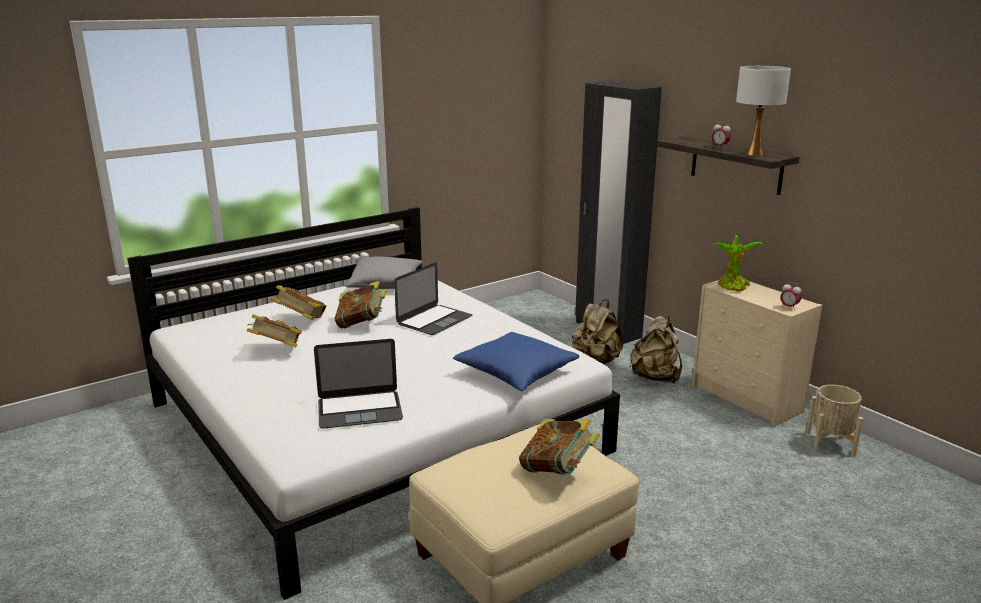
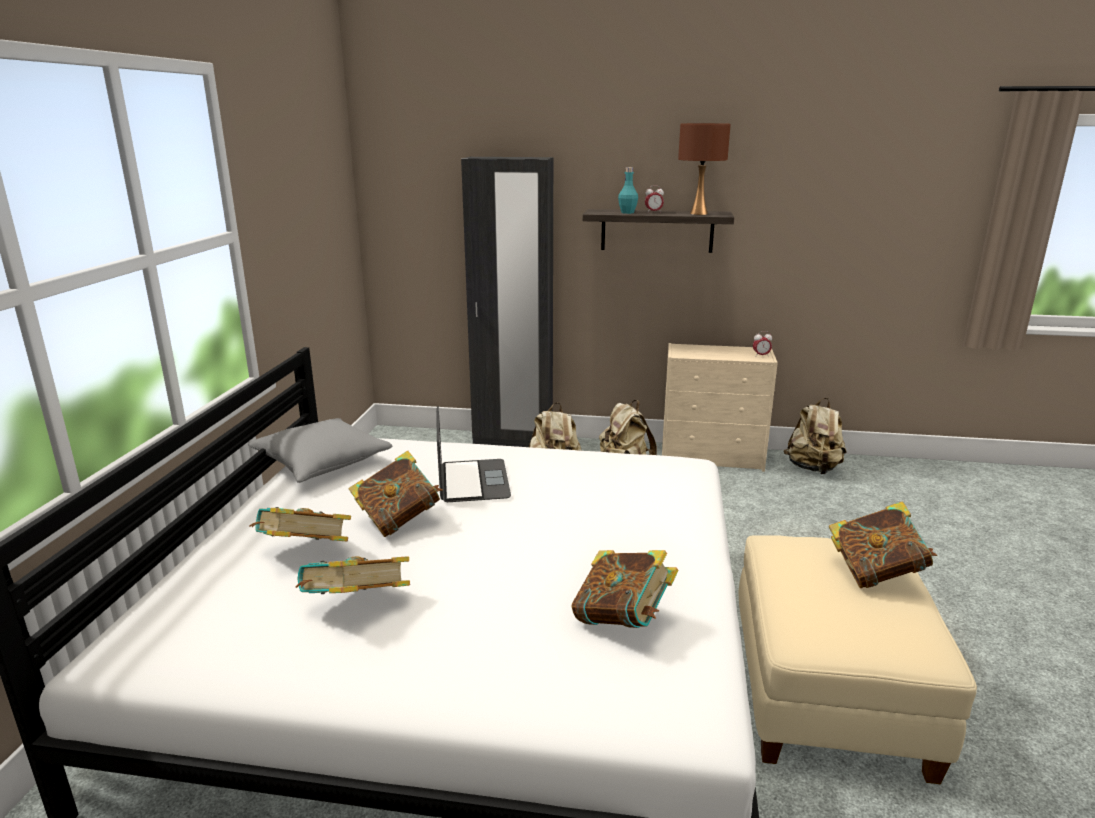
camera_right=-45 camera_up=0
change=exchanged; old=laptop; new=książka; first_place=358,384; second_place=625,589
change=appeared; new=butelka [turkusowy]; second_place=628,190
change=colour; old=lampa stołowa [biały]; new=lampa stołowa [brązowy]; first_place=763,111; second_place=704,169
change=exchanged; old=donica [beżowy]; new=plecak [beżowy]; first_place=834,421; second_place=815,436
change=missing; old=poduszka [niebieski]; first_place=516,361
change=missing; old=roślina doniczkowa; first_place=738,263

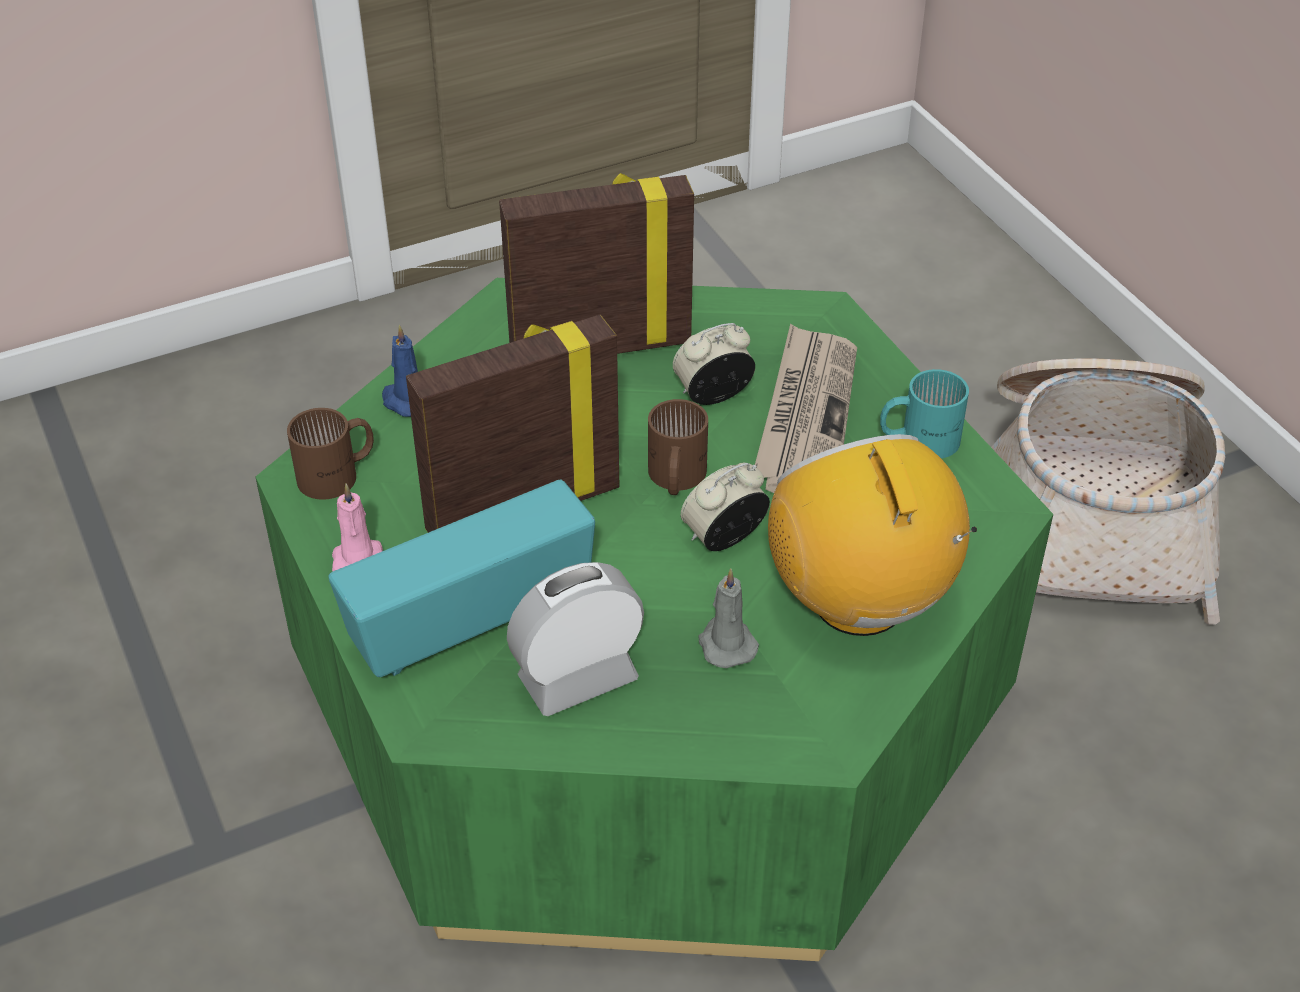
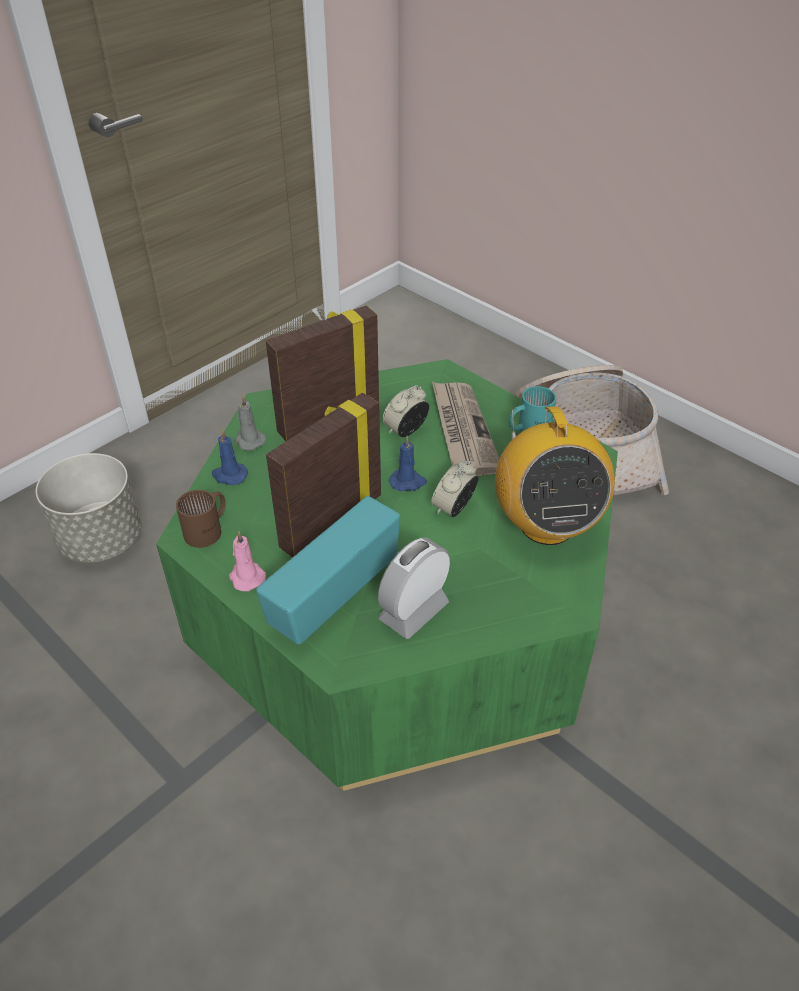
camera_right=-20 camera_up=0
change=appeared; new=donica [szary]; second_place=89,508
change=relocated; old=świeca [szary]; first_place=729,618; second_place=250,422
change=exchanged; old=kubek [brązowy]; new=świeca [niebieski]; first_place=678,447; second_place=408,463
change=spun; old=radio; first_place=872,535; second_place=555,475; degrees=-150

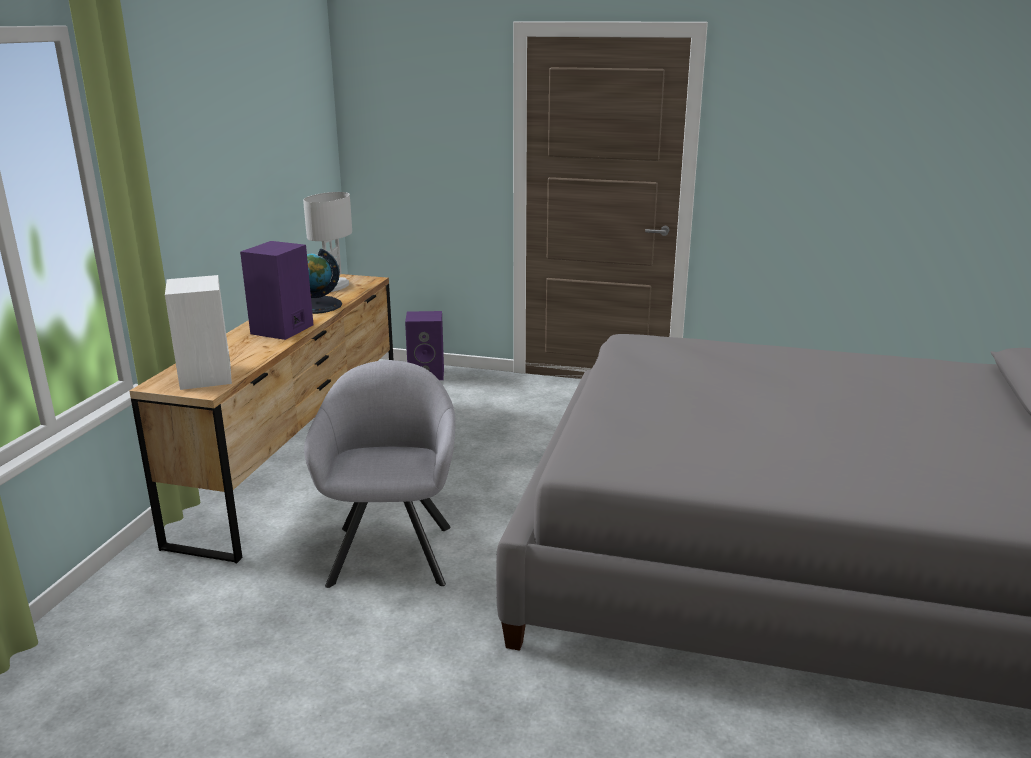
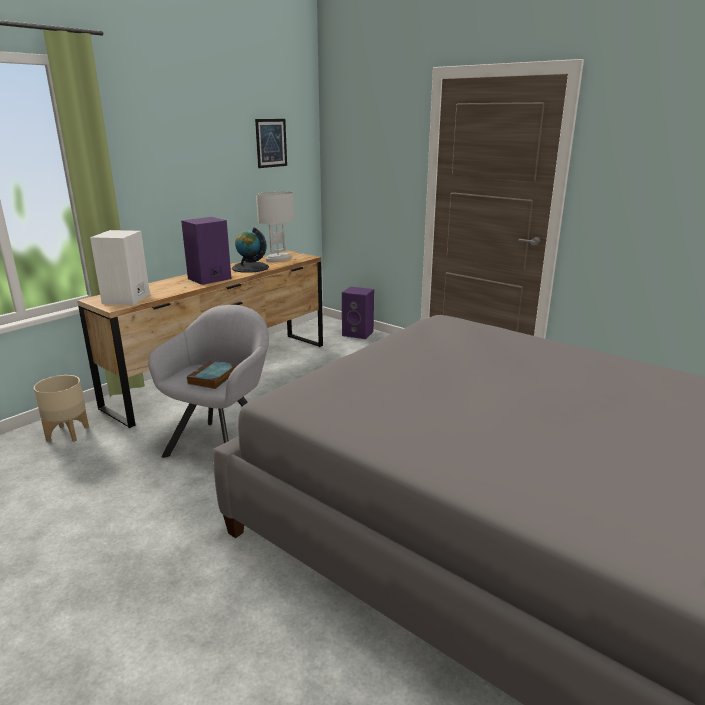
camera_right=25 camera_up=0
change=appeared; new=donica [beżowy]; second_place=61,408
change=appeared; new=książka; second_place=212,374
change=appeared; new=obraz; second_place=271,143

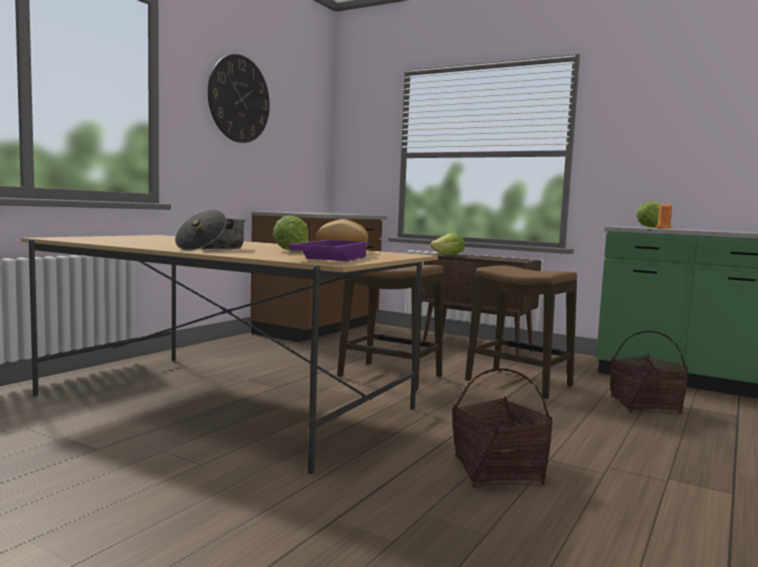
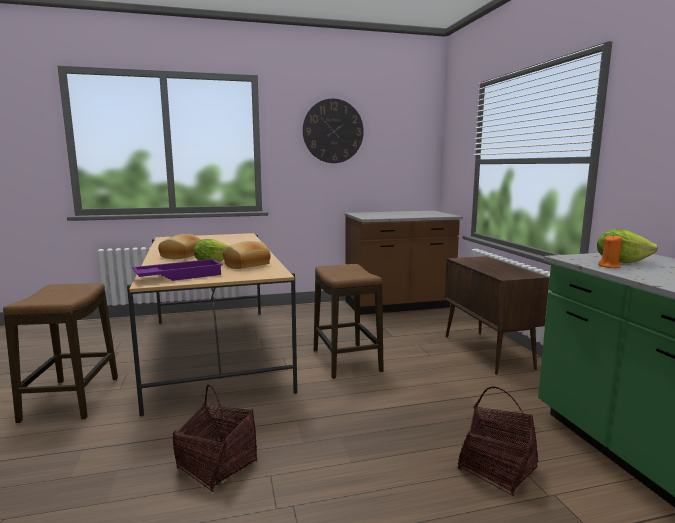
camera_right=45 camera_up=5
change=relocated; old=stołek; first_place=521,332; second_place=60,353
change=exchanged; old=garnek; new=chleb; first_place=210,230; second_place=179,246
change=missing; old=sałata; first_place=447,244

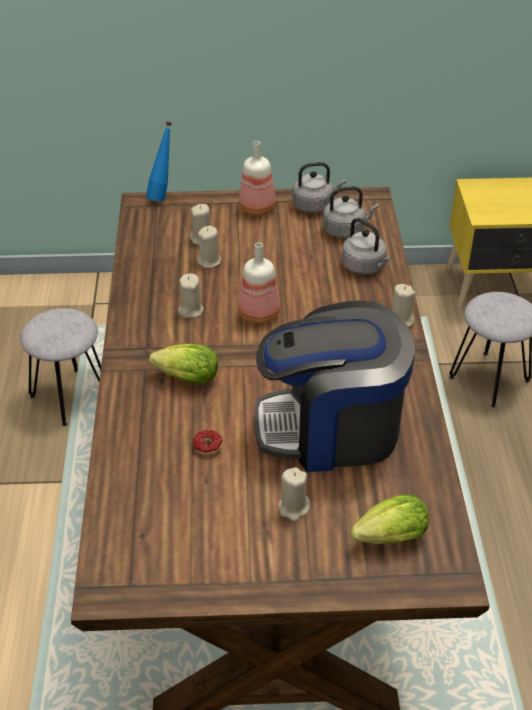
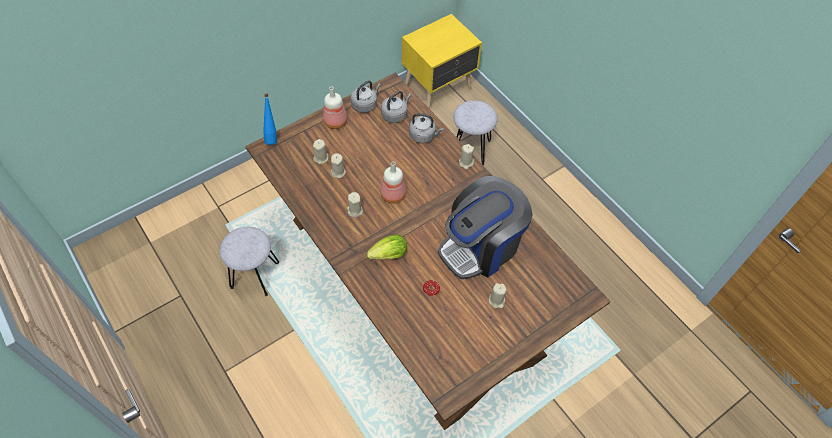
camera_right=-35 camera_up=15
change=missing; old=sałata; first_place=390,519

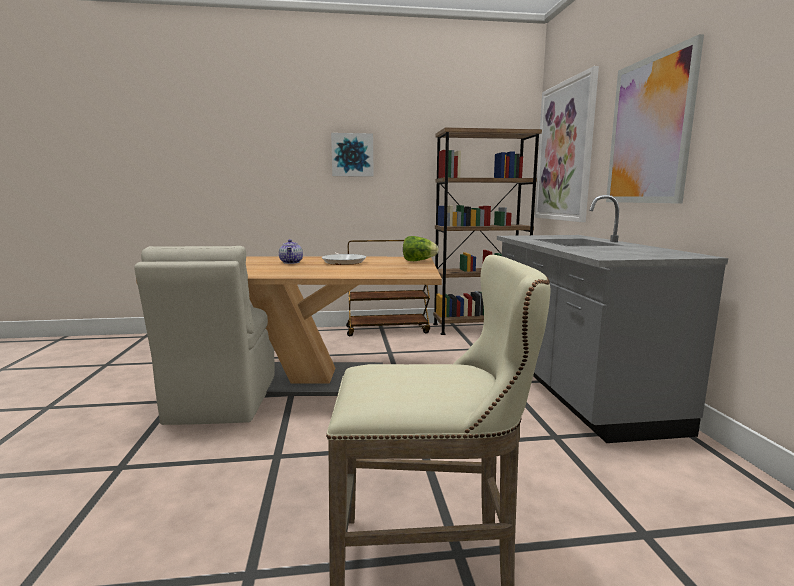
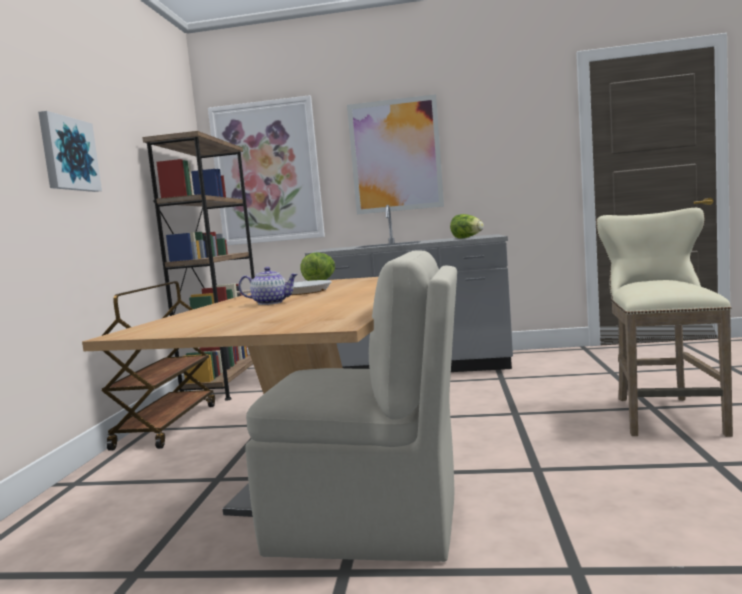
camera_right=-75 camera_up=-5
change=appeared; new=sałata; second_place=467,226

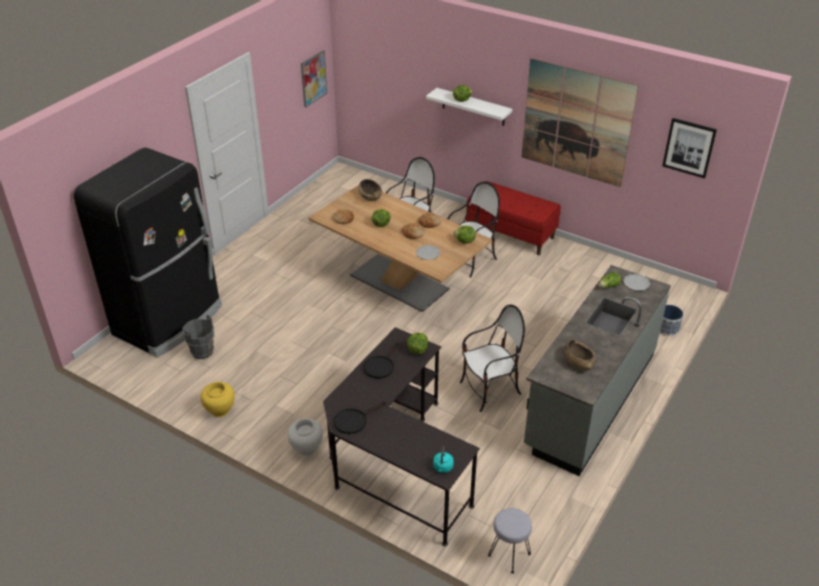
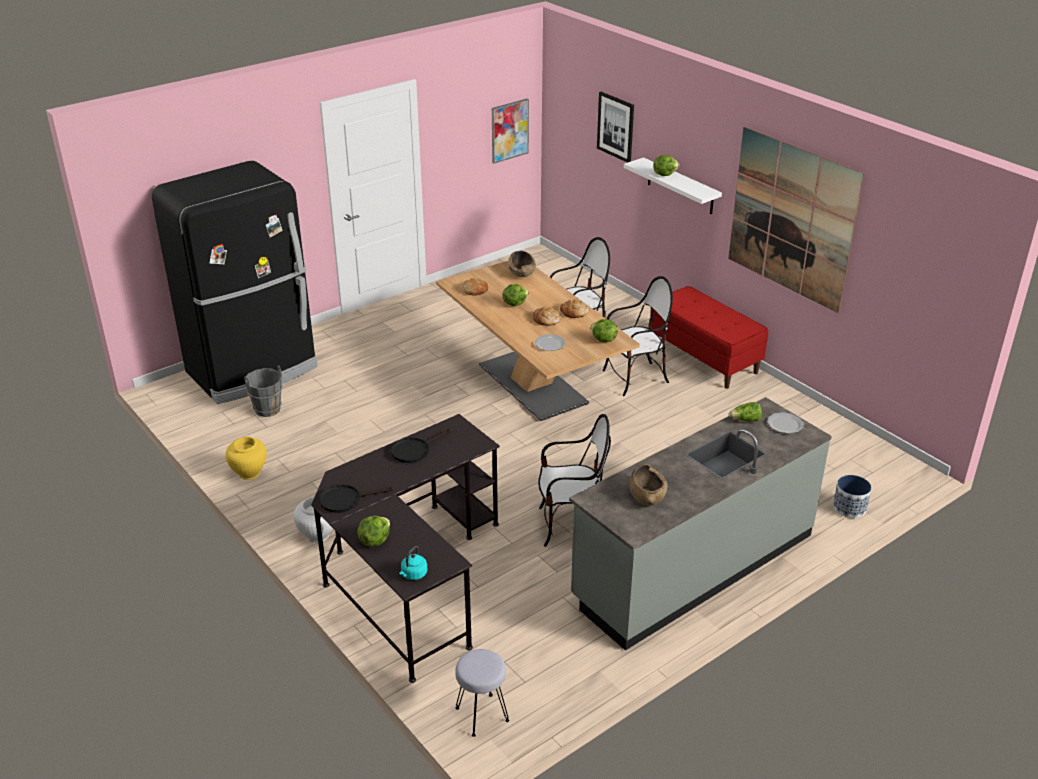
camera_right=20 camera_up=-5
change=relocated; old=sałata; first_place=417,343; second_place=373,531
change=relocated; old=obraz; first_place=689,148; second_place=615,127

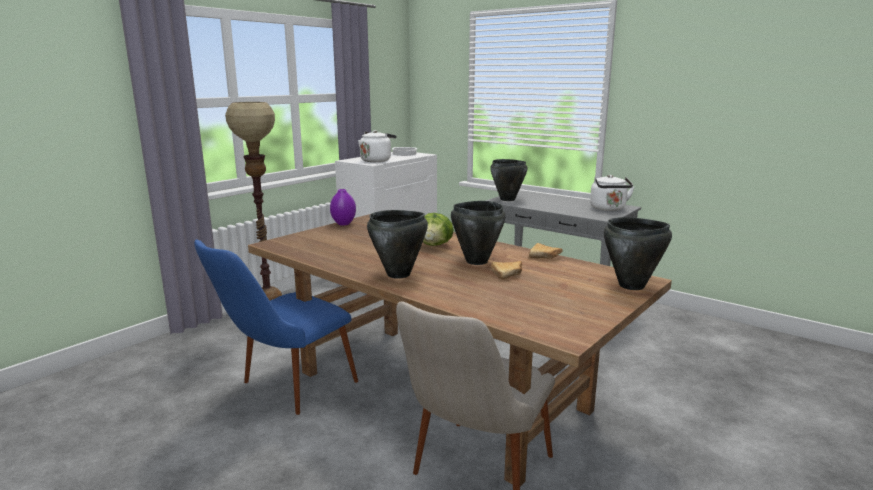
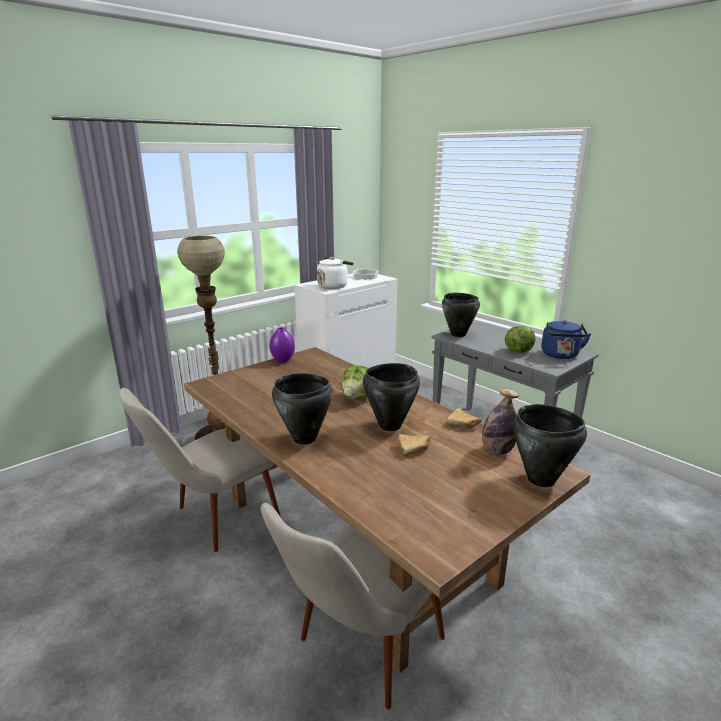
camera_right=10 camera_up=5
change=colour; old=krzesło [niebieski]; new=krzesło [beżowy]; first_place=276,327; second_place=200,470
change=appeared; new=butelka; second_place=500,422
change=appeared; new=sałata; second_place=520,339
change=colour; old=czajnik [biały]; new=czajnik [niebieski]; first_place=612,193; second_place=566,339

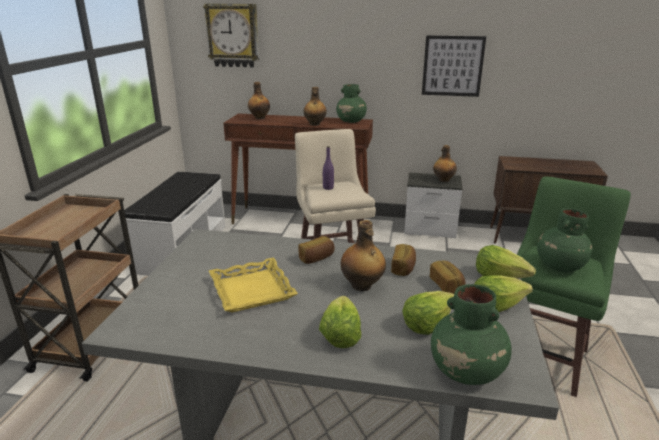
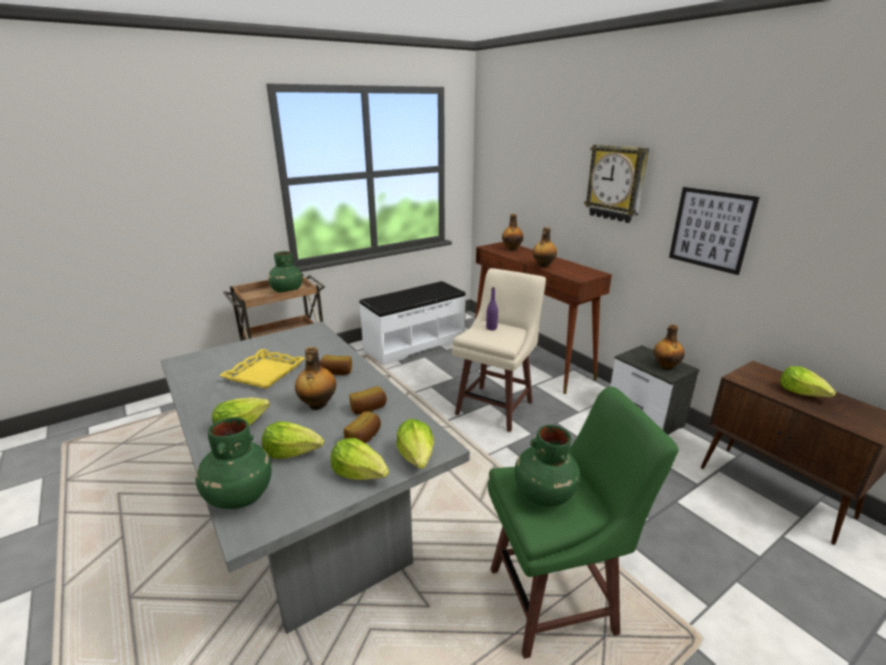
camera_right=45 camera_up=0
change=relocated; old=wazon [zielony]; first_place=351,103; second_place=285,272
change=relocated; old=zegar ścienny; first_place=231,35; second_place=616,183
change=appeared; new=sałata; second_place=808,381

